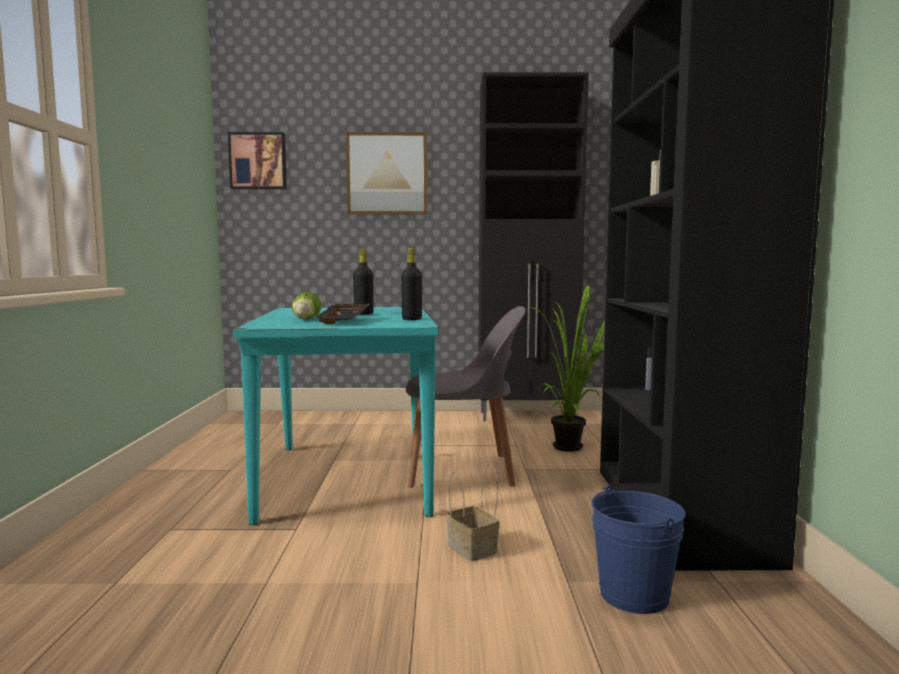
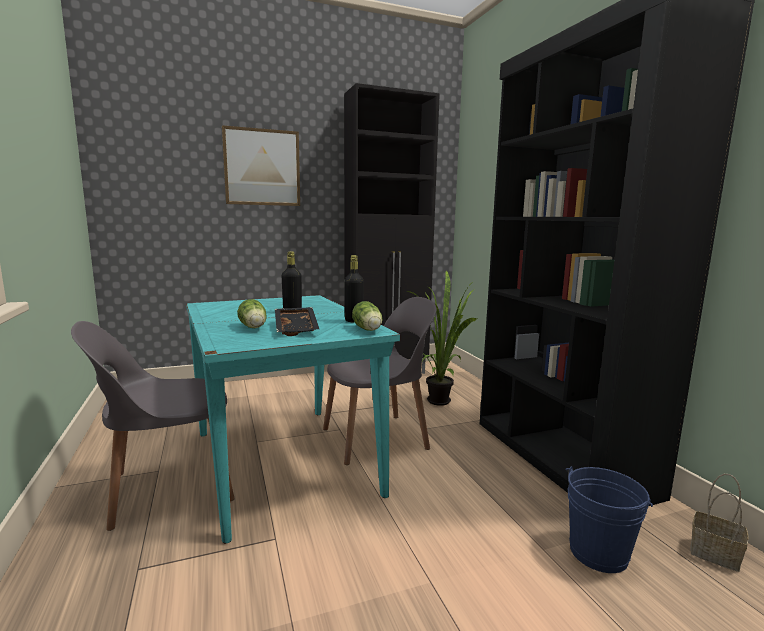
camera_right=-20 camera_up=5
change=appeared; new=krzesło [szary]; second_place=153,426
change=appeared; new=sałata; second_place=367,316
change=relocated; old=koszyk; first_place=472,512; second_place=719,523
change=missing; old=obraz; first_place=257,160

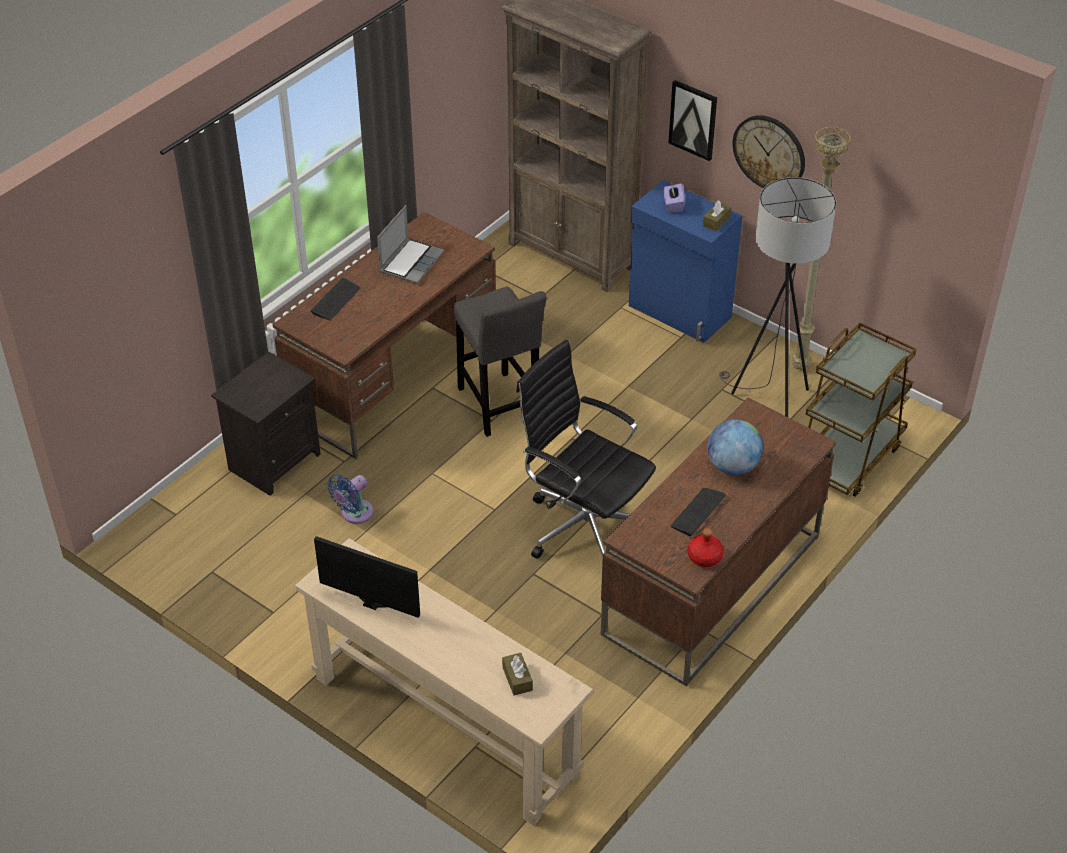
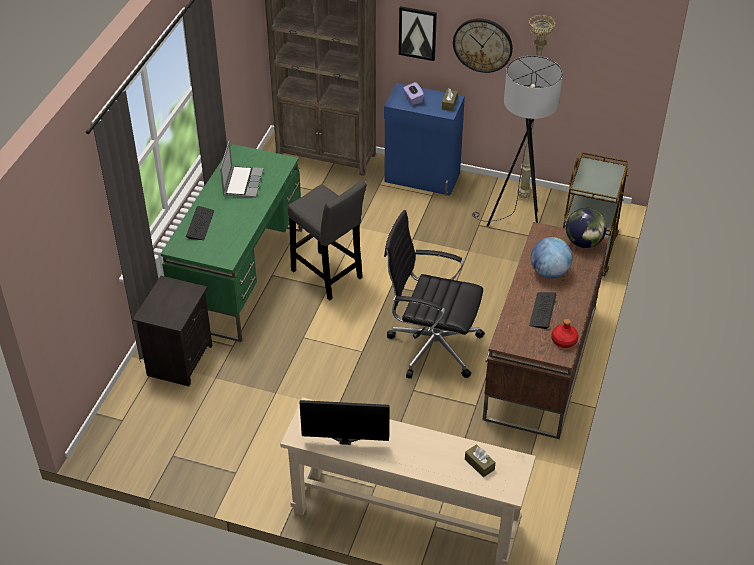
camera_right=-20 camera_up=0
change=colour; old=biurko [brązowy]; new=biurko [zielony]; first_place=384,335; second_place=231,243
change=appeared; new=globus; second_place=586,228
change=missing; old=wentylator [niebieski]; first_place=350,499

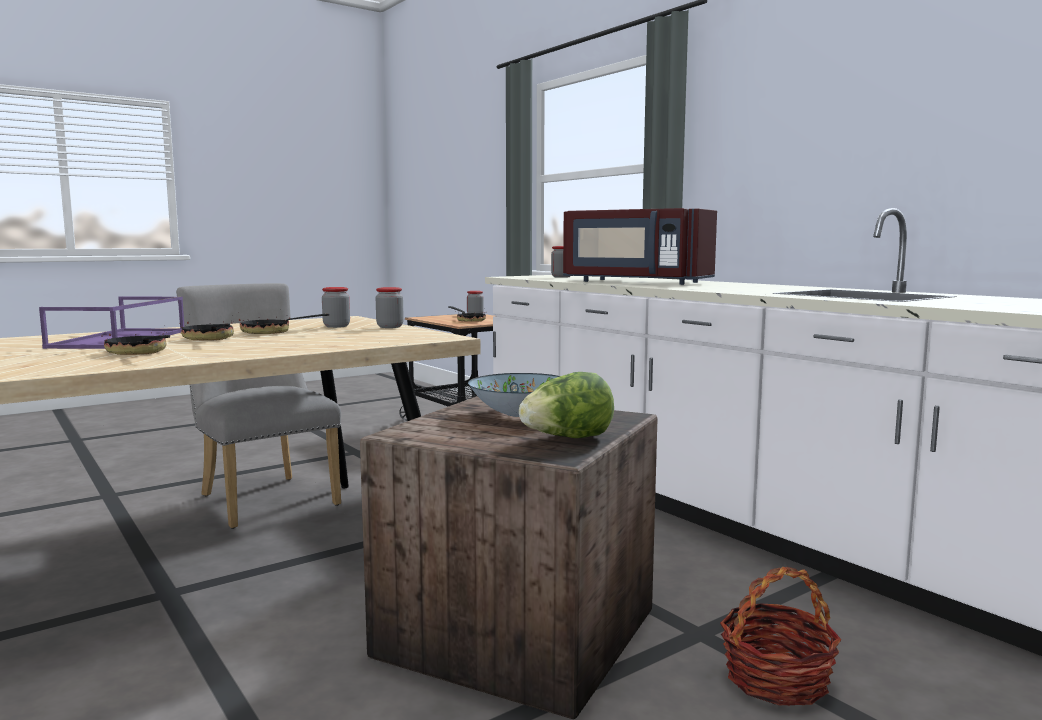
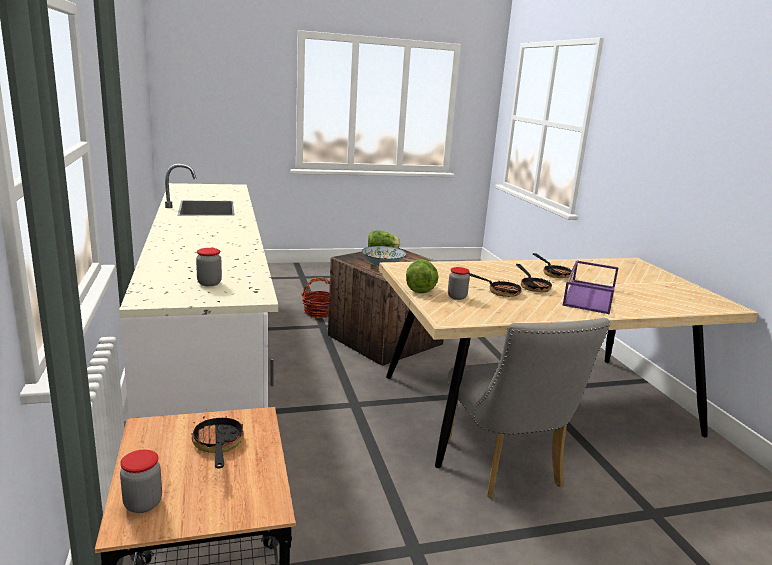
camera_right=-160 camera_up=10
change=exchanged; old=słoik; new=sałata; first_place=389,307; second_place=422,276
change=missing; old=mikrofalówka [czerwony]; first_place=640,246

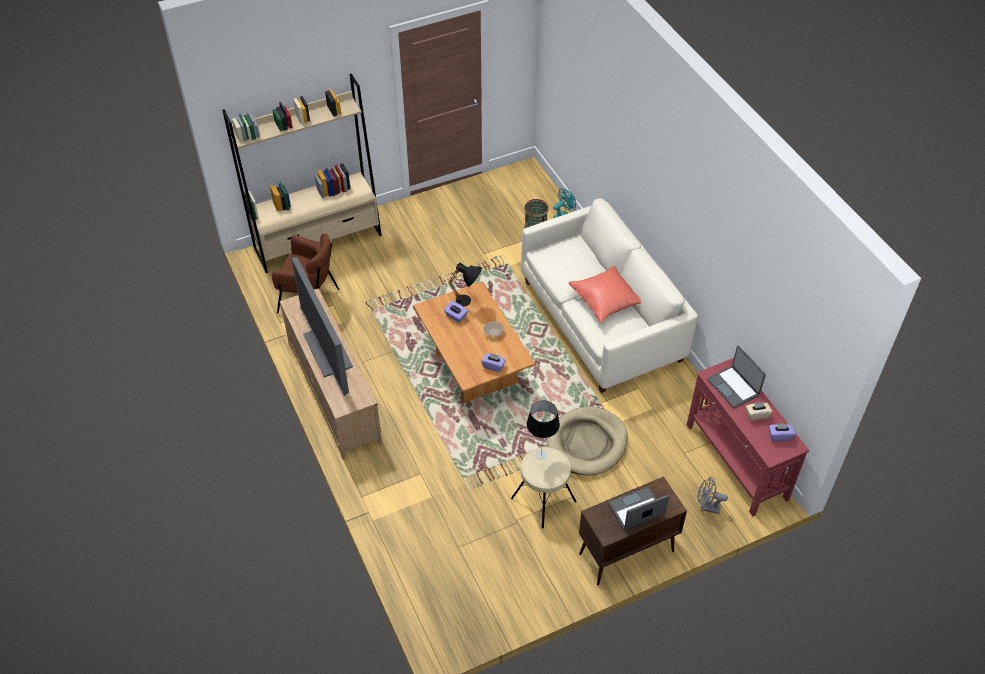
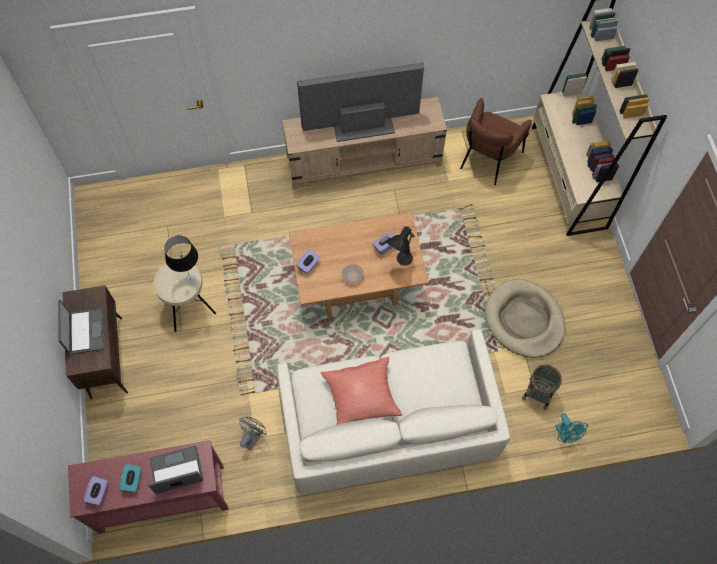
camera_right=105 camera_up=15
change=colour; old=pudełko chusteczek [beżowy]; new=pudełko chusteczek [turkusowy]; first_place=759,411; second_place=130,478
change=relocated; old=wentylator [szary]; first_place=713,495; second_place=253,433
change=relocated; old=legowisko [beżowy]; first_place=587,440; second_place=525,318

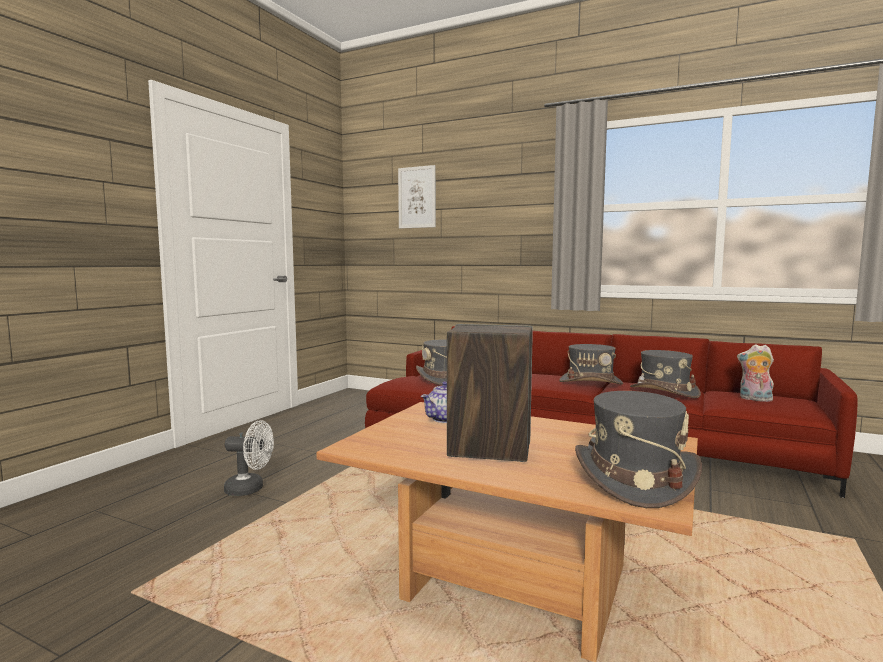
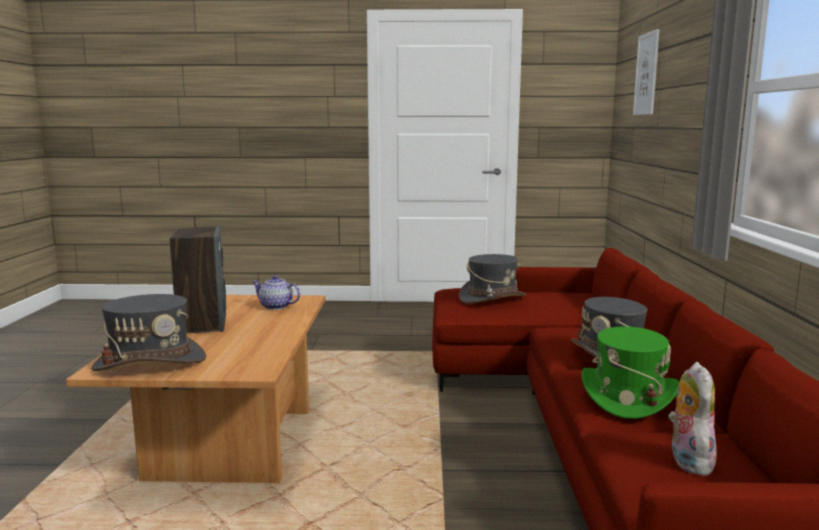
camera_right=65 camera_up=5
change=colour; old=kapelusz [szary]; new=kapelusz [zielony]; first_place=665,374; second_place=630,372
change=missing; old=wentylator [biały]; first_place=249,458

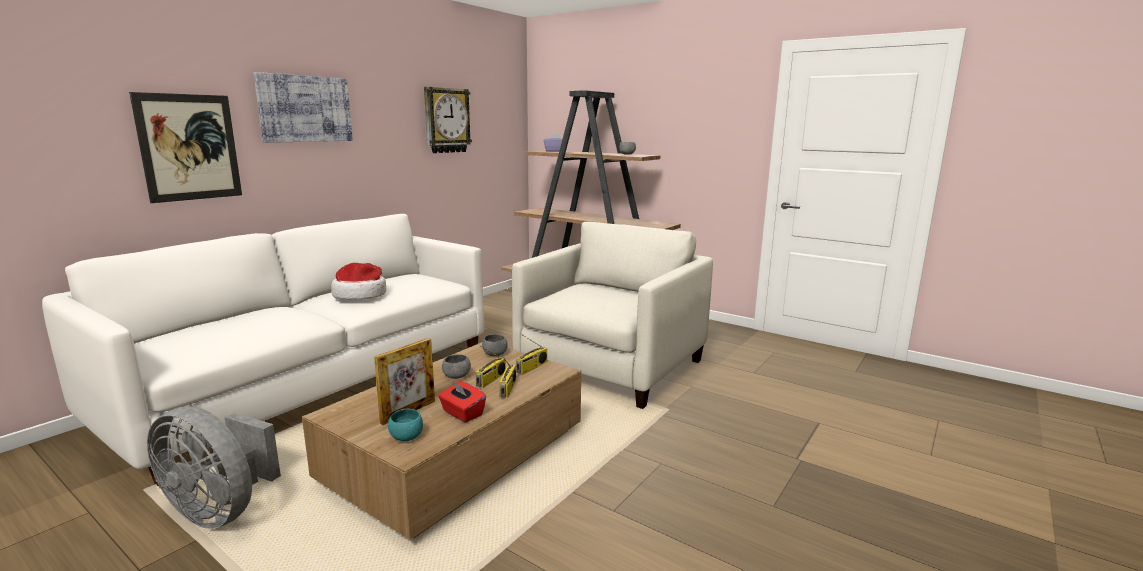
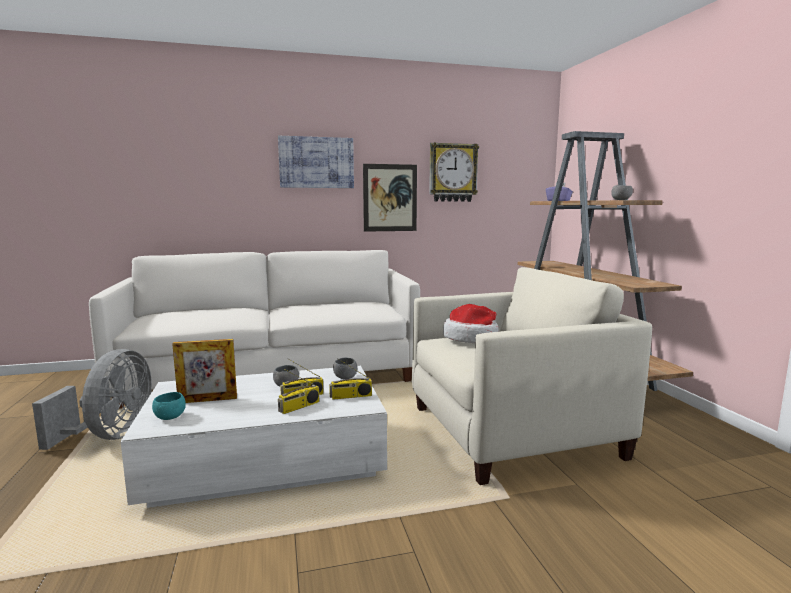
camera_right=40 camera_up=-5
change=spun; old=wentylator [szary]; first_place=214,467; second_place=92,399; degrees=-150
change=colour; old=ława [brązowy]; new=ława [biały]; first_place=441,441; second_place=254,437
change=relocated; old=obraz; first_place=185,147; second_place=390,198
change=relocated; old=kapelusz; first_place=358,281; second_place=471,323
change=missing; old=pudełko chusteczek [czerwony]; first_place=462,401

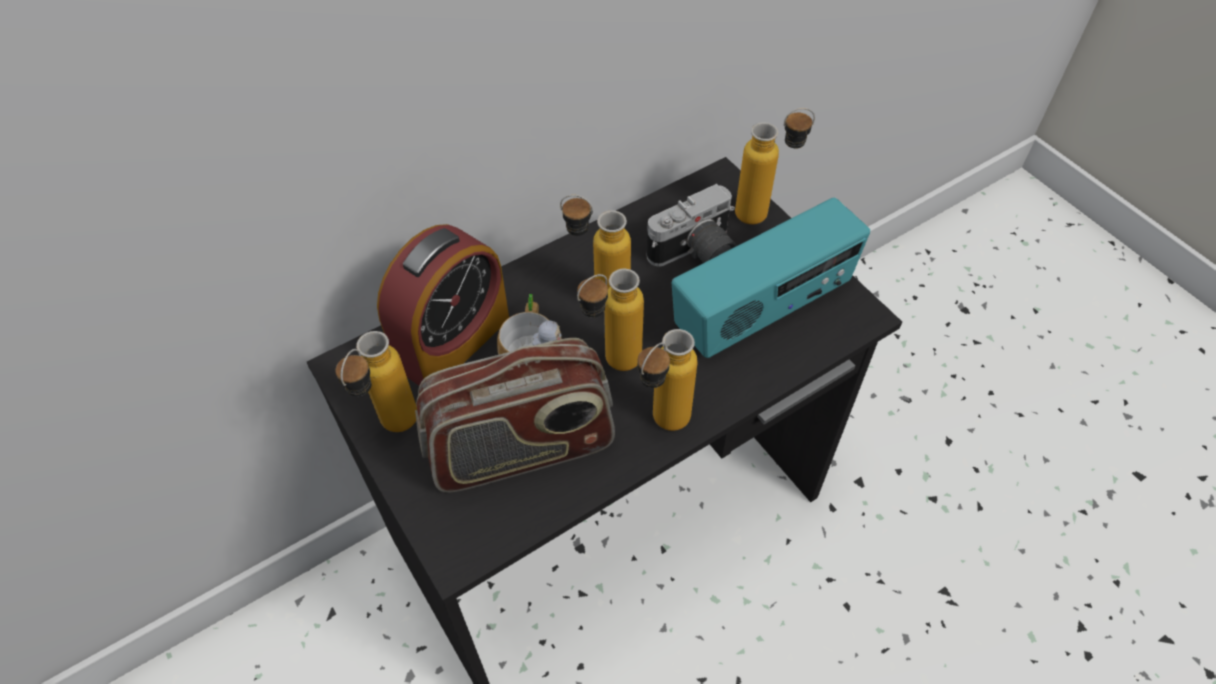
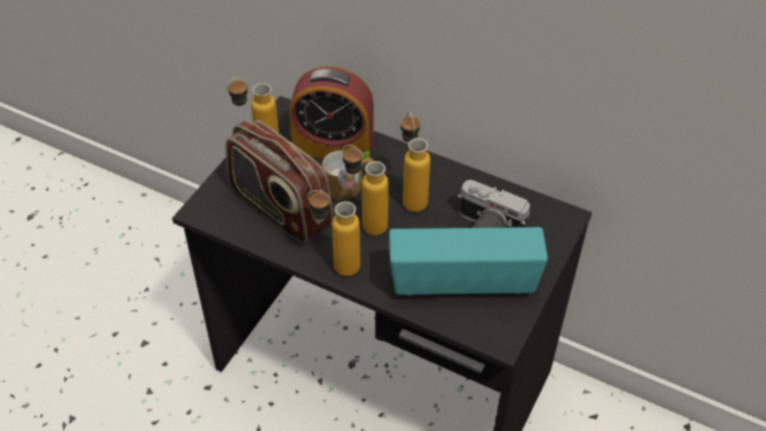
camera_right=60 camera_up=-5
change=spun; old=radio; first_place=771,277; second_place=468,261; degrees=150
change=missing; old=butelka; first_place=775,166

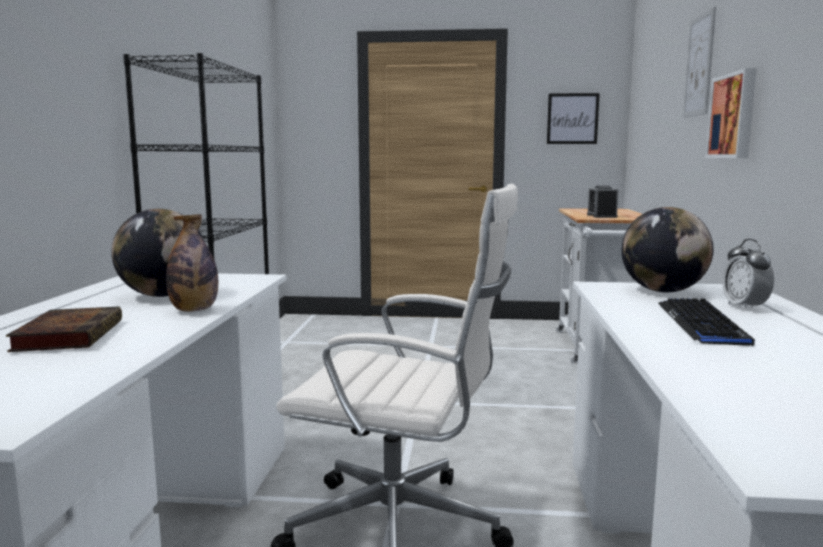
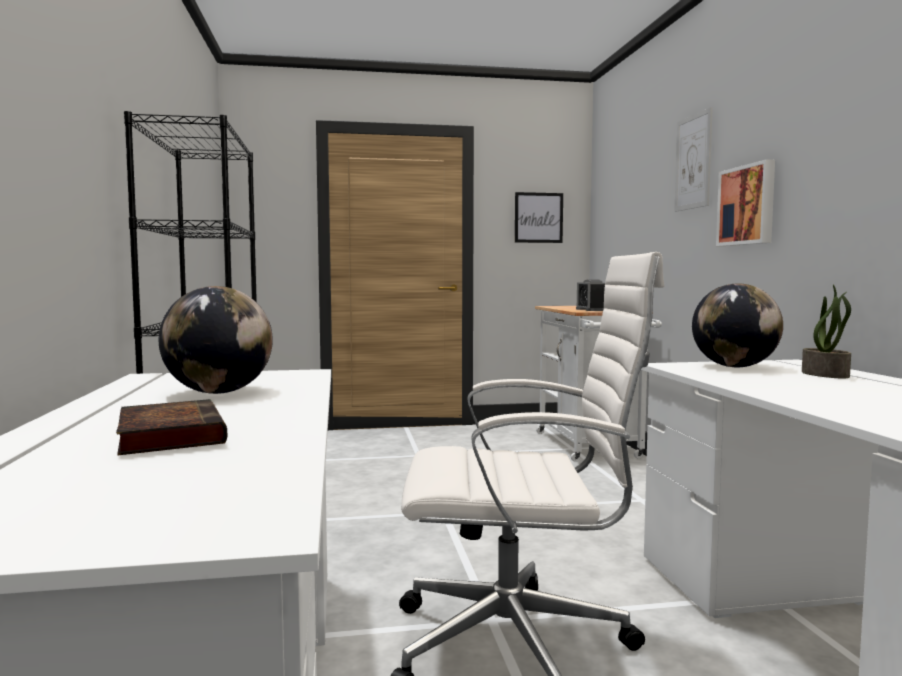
camera_right=-15 camera_up=-5
change=exchanged; old=budzik; new=roślina doniczkowa; first_place=748,275; second_place=826,332
change=missing; old=butelka; first_place=192,263
change=missing; old=klawiatura; first_place=706,322

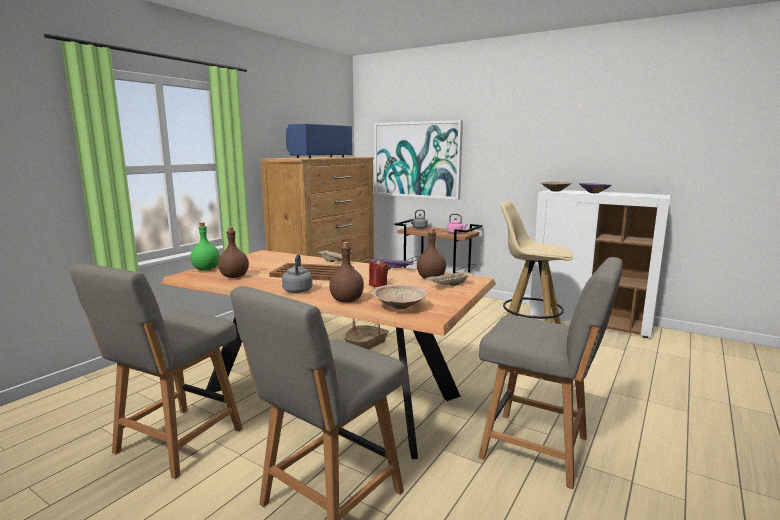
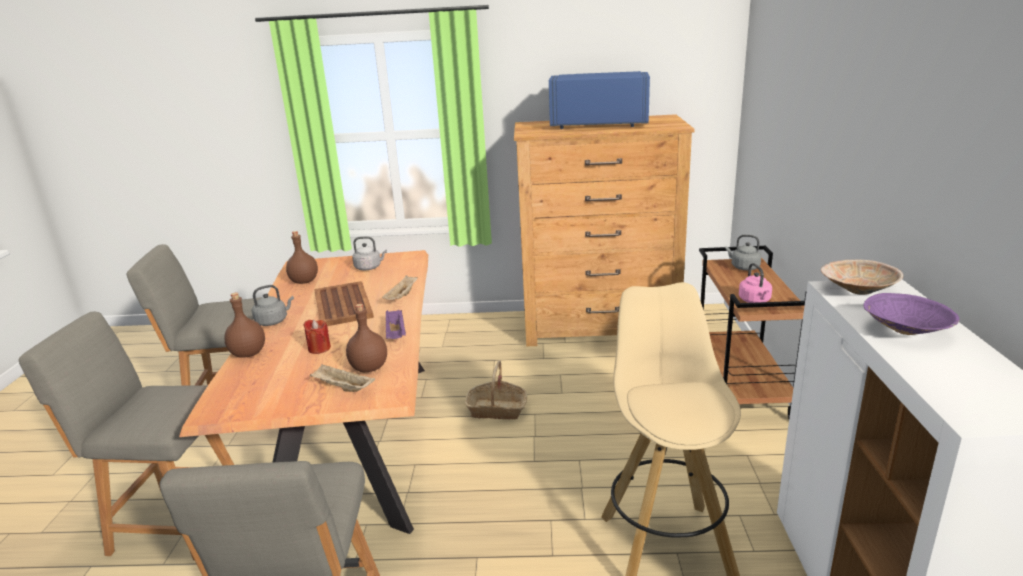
camera_right=60 camera_up=10
change=appeared; new=czajnik [szary]; second_place=369,253
change=missing; old=butelka [zielony]; first_place=205,246
change=missing; old=miska [beżowy]; first_place=400,297
change=missing; old=obraz; first_place=418,160

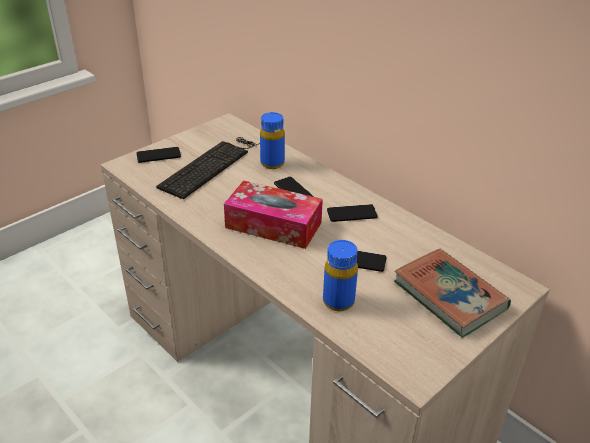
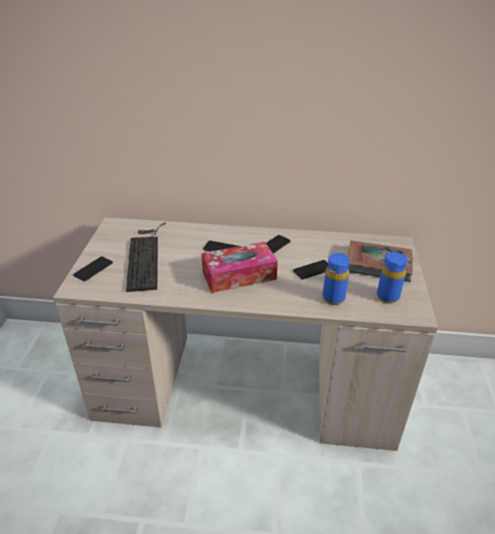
camera_right=-40 camera_up=0
change=relocated; old=butelka [niebieski]; first_place=272,140; second_place=392,277

